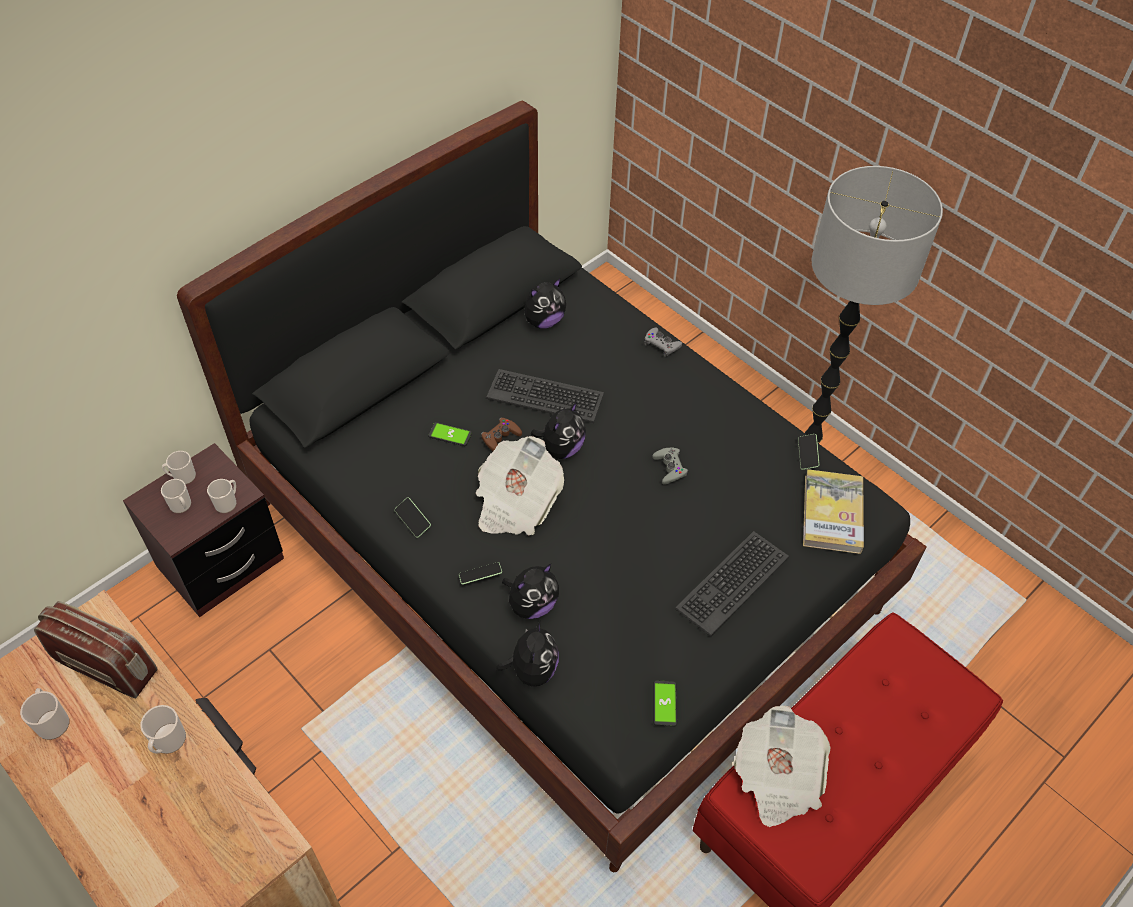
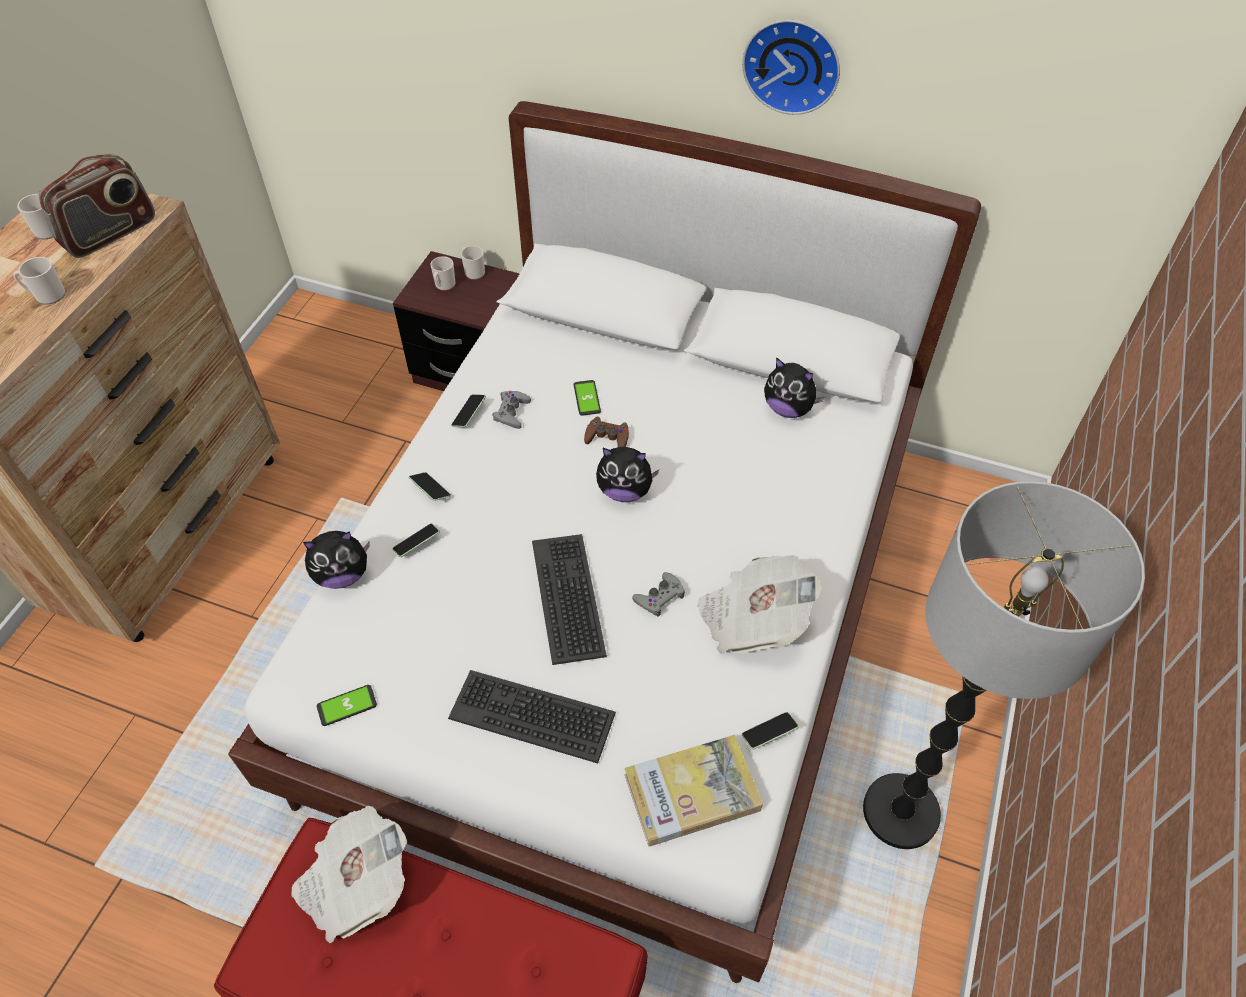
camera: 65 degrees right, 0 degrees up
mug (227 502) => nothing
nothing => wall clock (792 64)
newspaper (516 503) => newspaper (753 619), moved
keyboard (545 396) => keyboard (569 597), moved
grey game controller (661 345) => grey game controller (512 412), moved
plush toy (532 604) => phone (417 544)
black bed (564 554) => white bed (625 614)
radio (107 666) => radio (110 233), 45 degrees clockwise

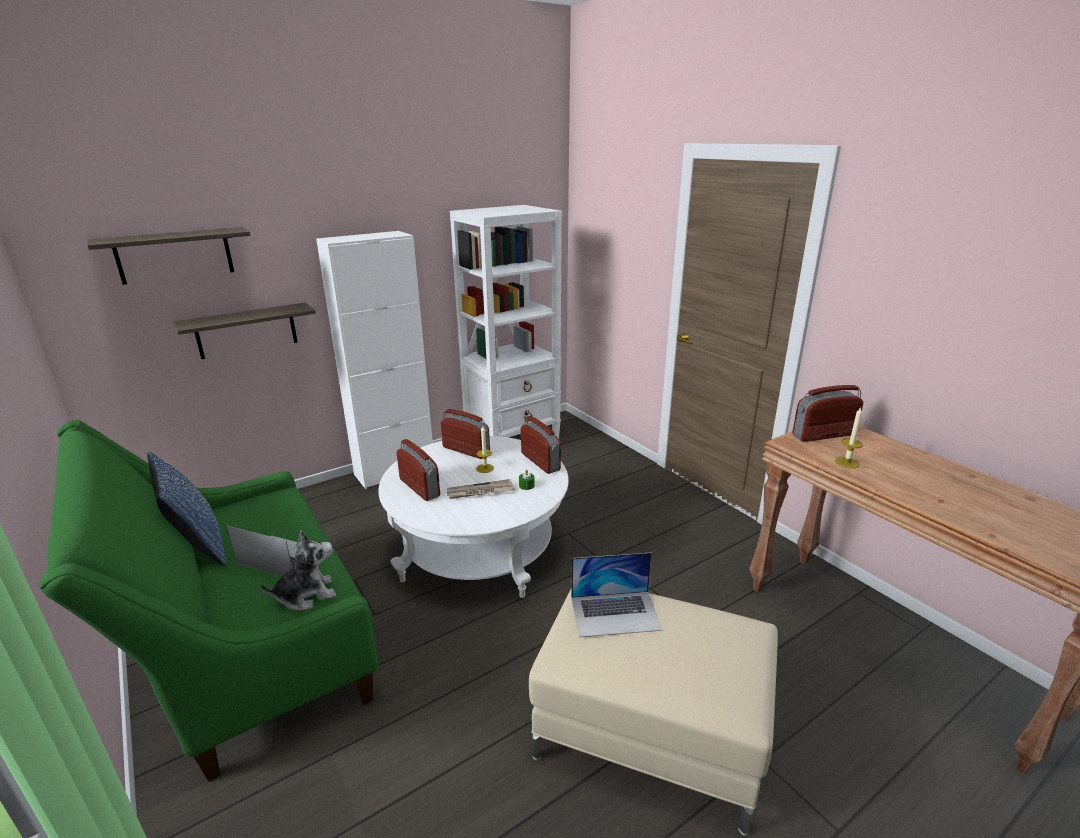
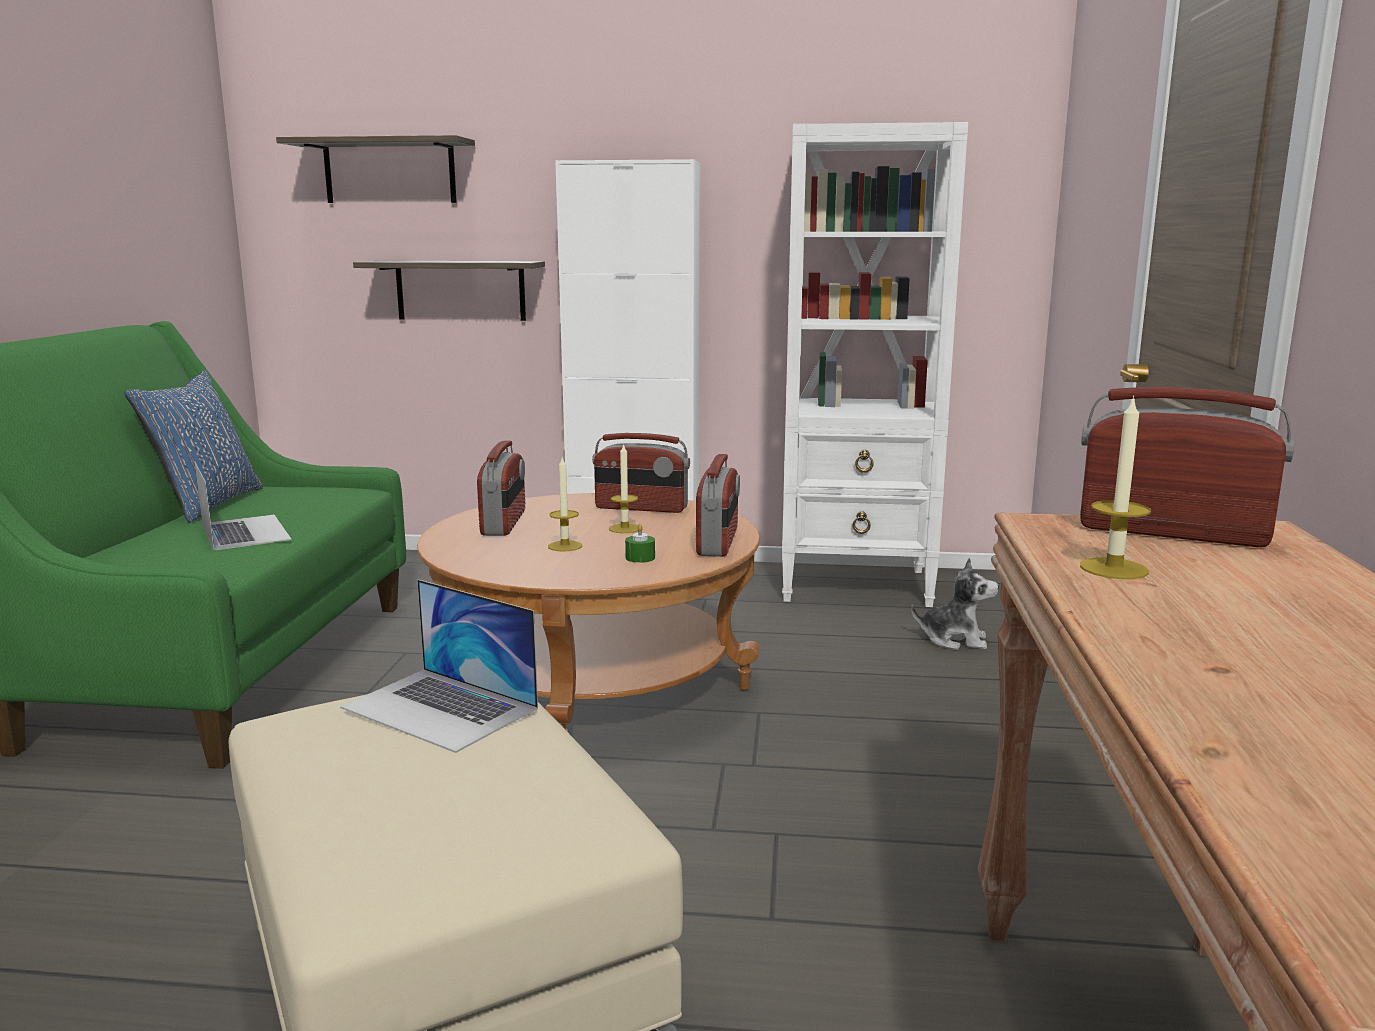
camera: 40 degrees right, 10 degrees down
plush toy (306 595) => plush toy (954 640), moved
newspaper (480 492) => candle (565 546)
white coffee table (478 550) => brown coffee table (594 682)
radio (466 450) => radio (641 508), 120 degrees clockwise

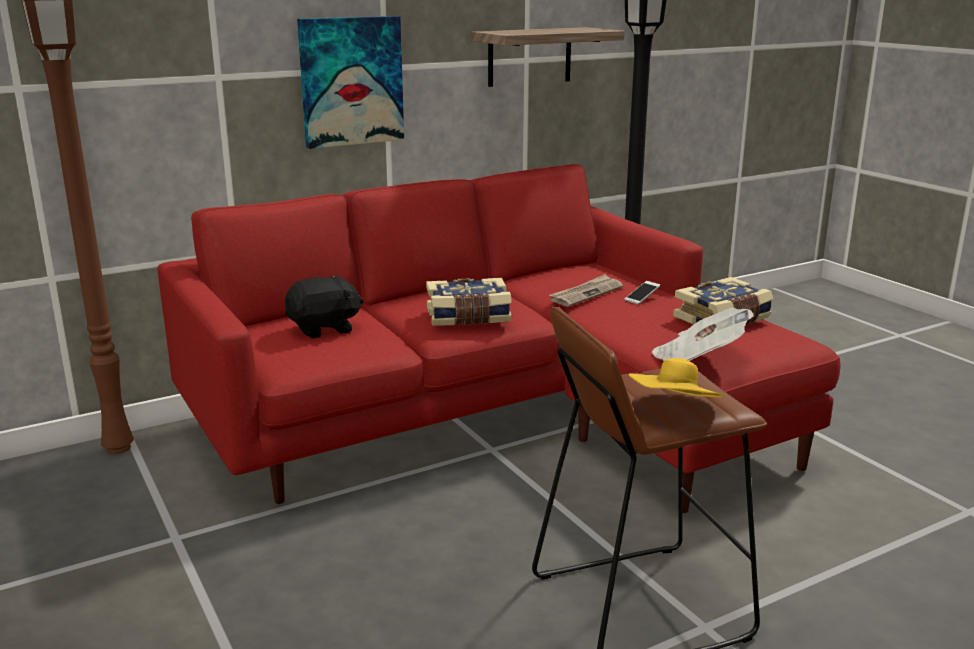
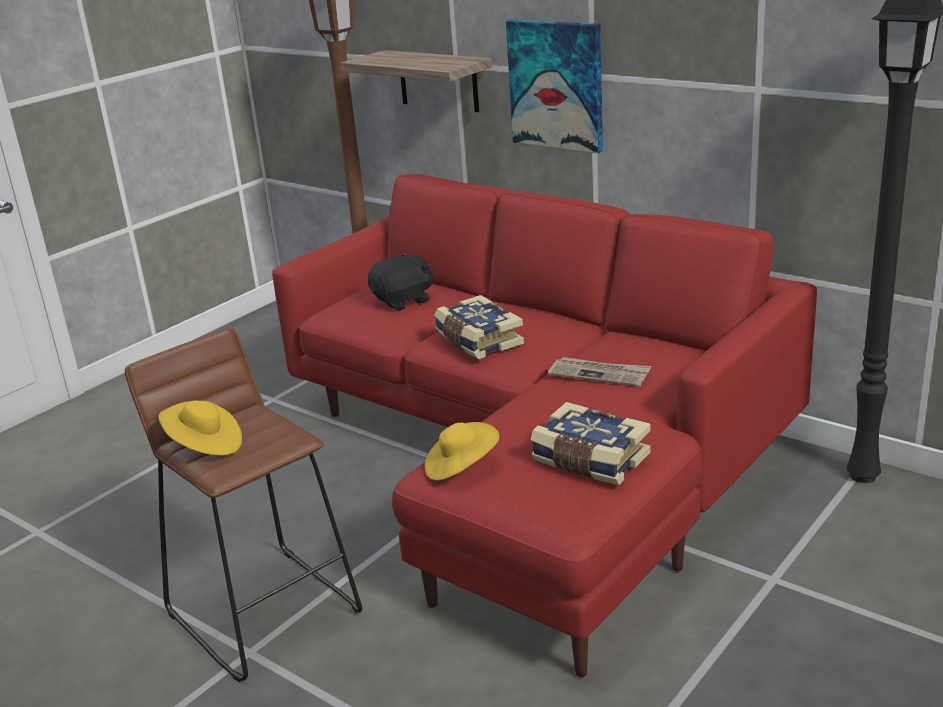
camera: 70 degrees right, 5 degrees up
phone (642 298) => nothing
shelf (529 56) => shelf (438 81), moved
newspaper (698 359) => yellow hat (461 467)
black plush toy (324 329) => black plush toy (403 301), 75 degrees counterclockwise

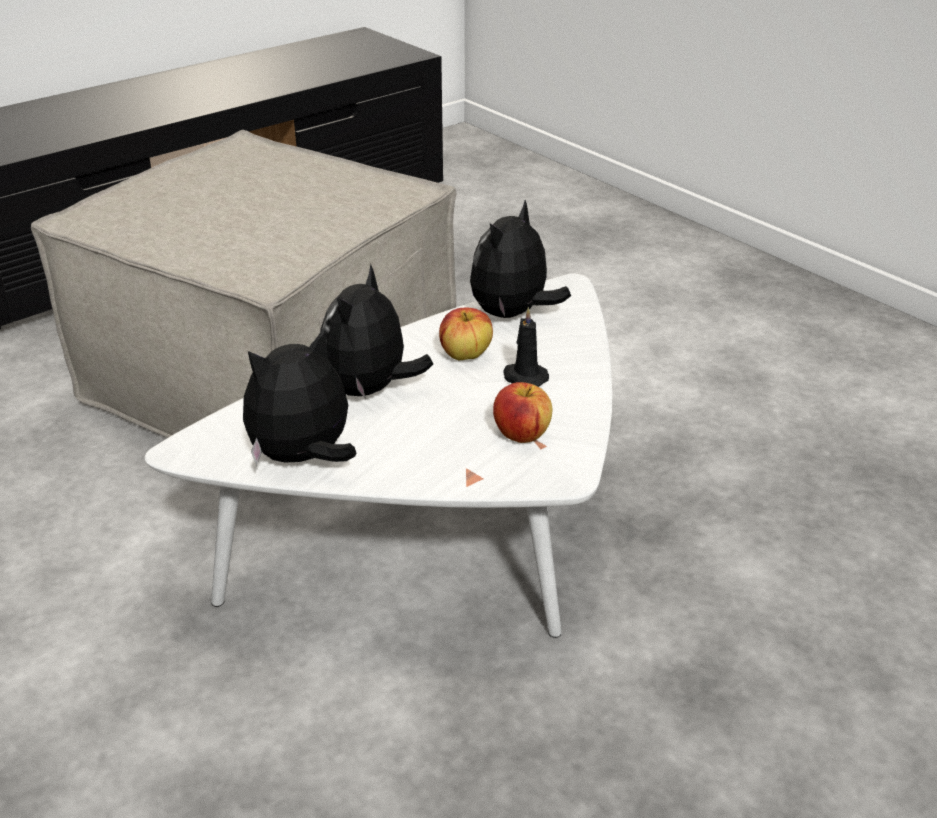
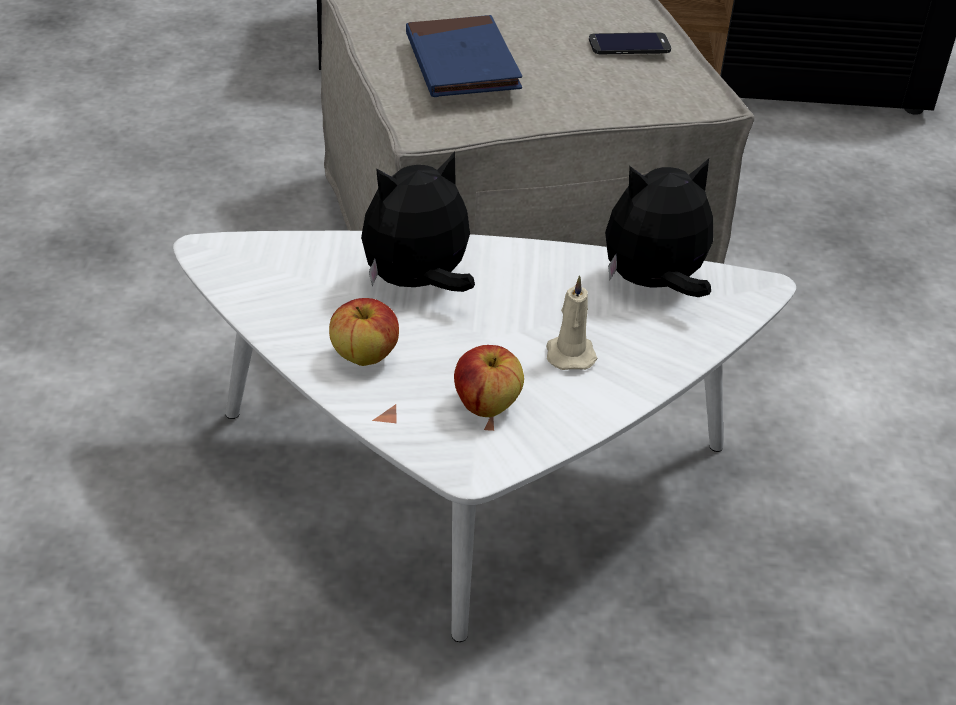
camera: 40 degrees right, 5 degrees up
plush toy (303 458) => nothing
nothing => blue book (462 64)
nothing => phone (629 45)
apple (465 355) => apple (364 356), moved
black candle (524 377) => beige candle (569 353)

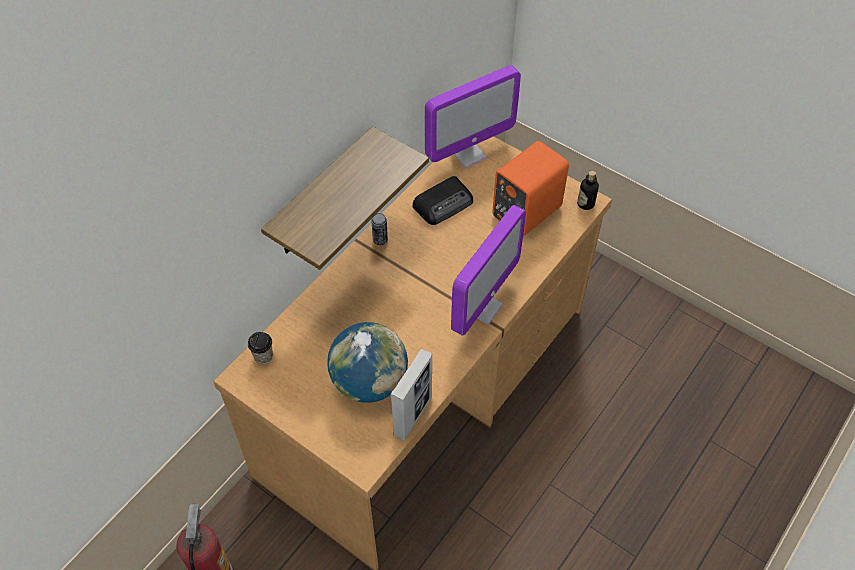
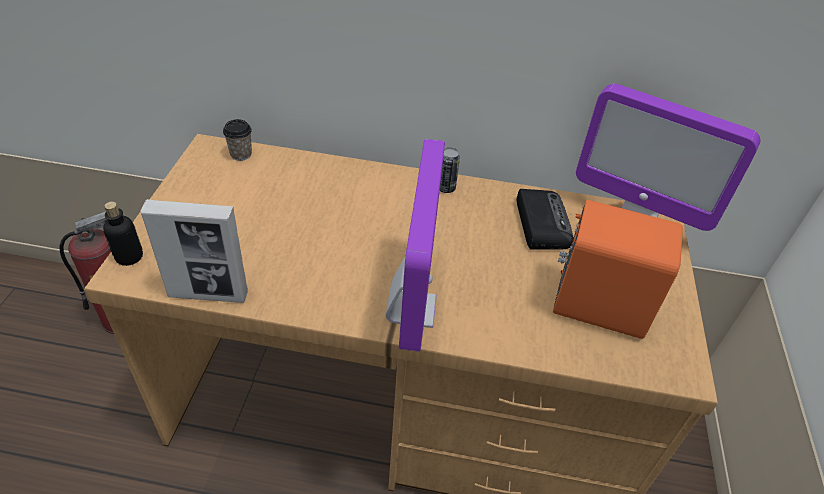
camera: 60 degrees right, 10 degrees down
shelf (321 195) => nothing
globe (369 382) => nothing
bottle (585 204) => bottle (129 257), moved
radio (444 203) => radio (541 223), 120 degrees counterclockwise
monitor (482 307) => monitor (411 309), 90 degrees counterclockwise

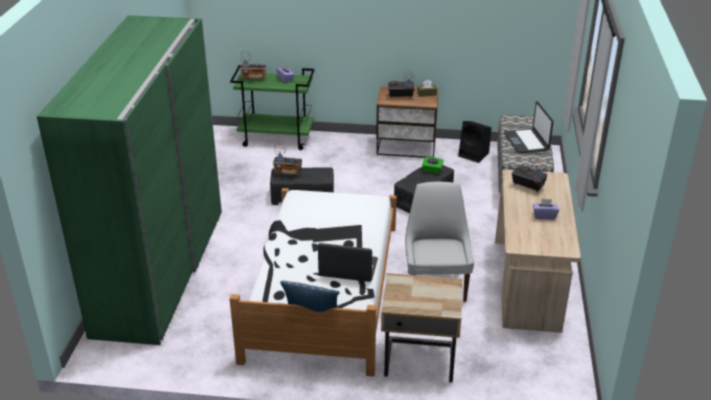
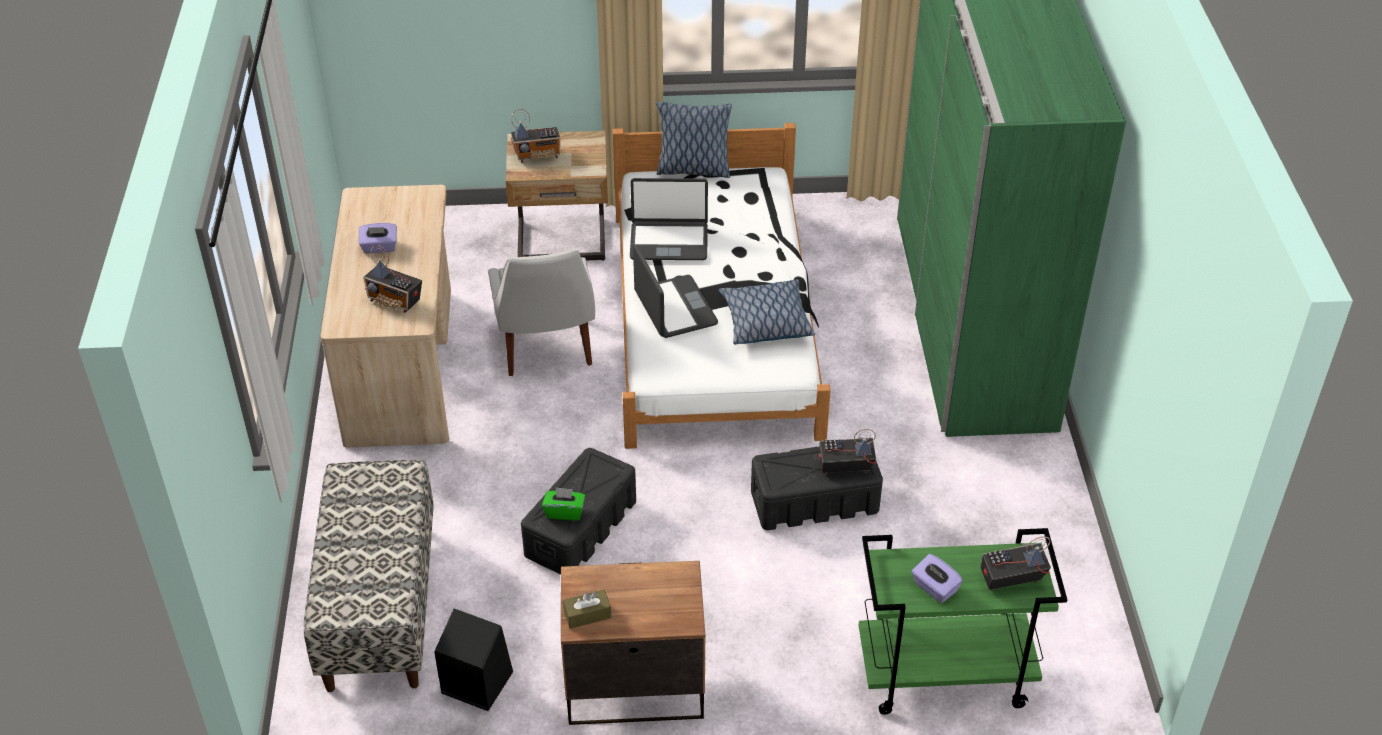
camera: 170 degrees right, 10 degrees up
nothing => pillow (765 322)
radio (400 96) => radio (538 155), moved
laptop (526 141) => laptop (674 308), moved

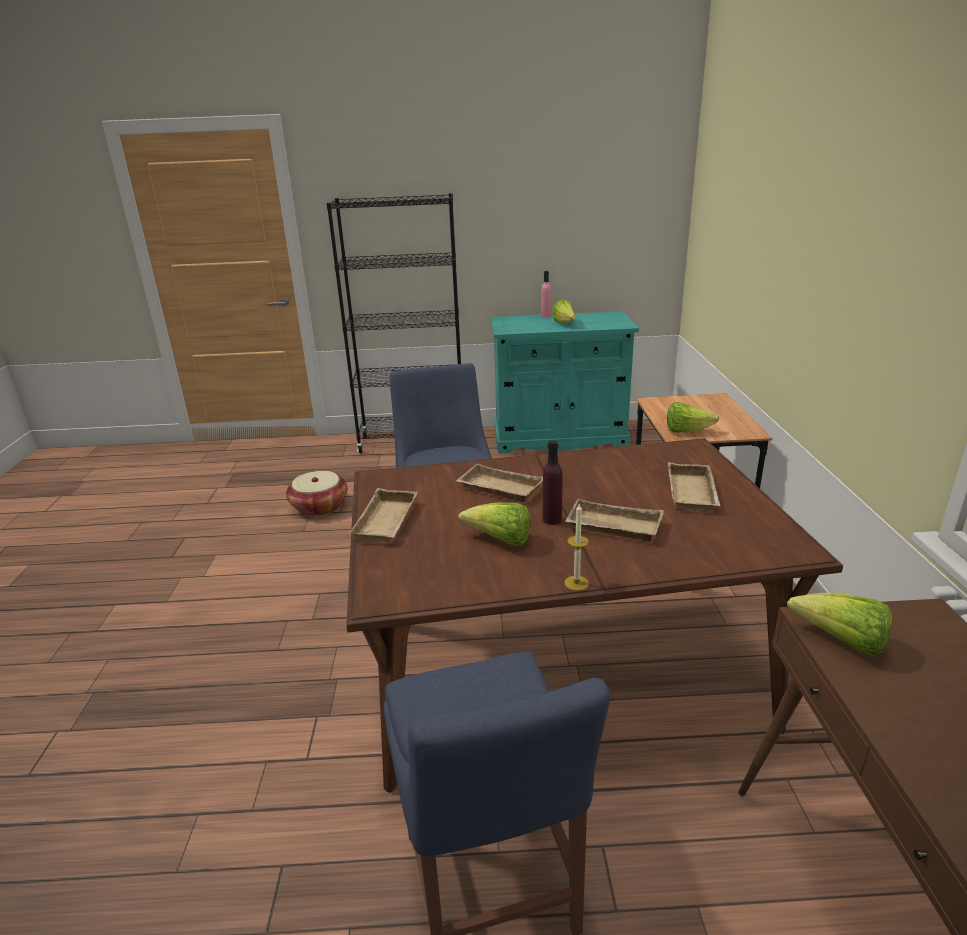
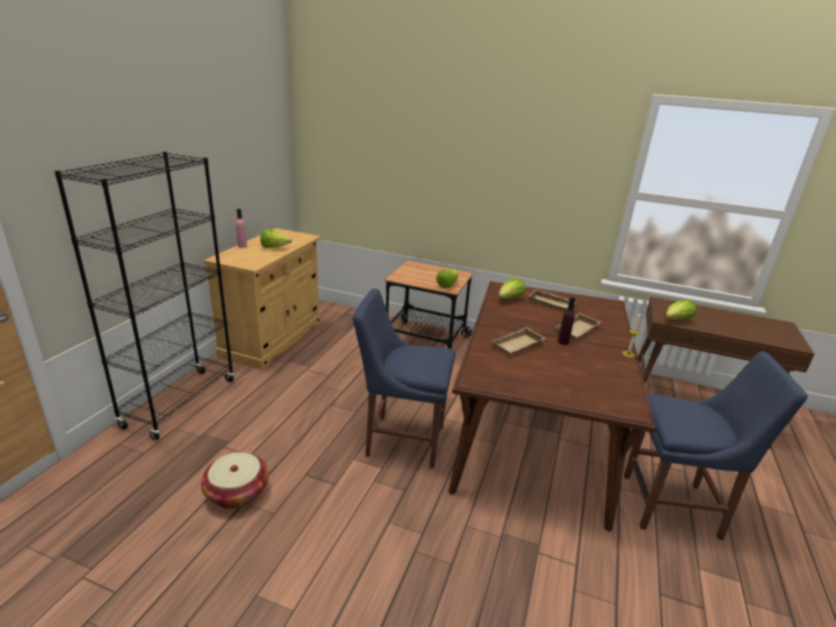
camera: 70 degrees left, 0 degrees up
beige tray (388 522) => nothing
lettuce (500 540) => lettuce (509 299), moved
turquoise cabinet (559 438) => beige cabinet (273 338)

